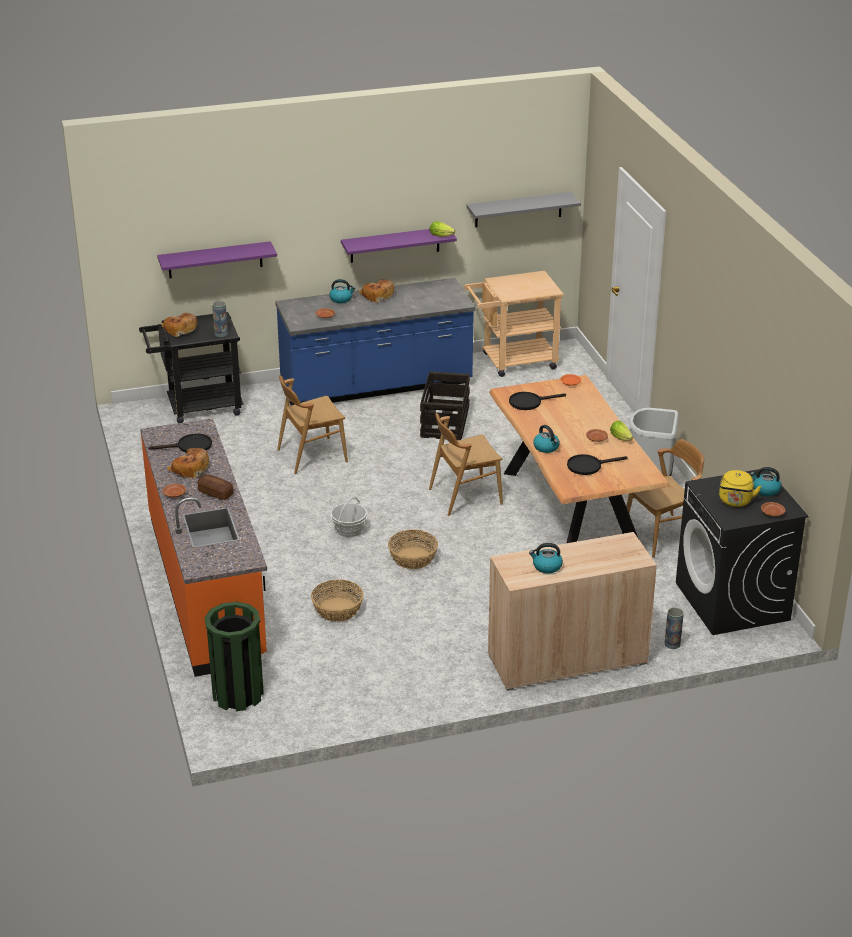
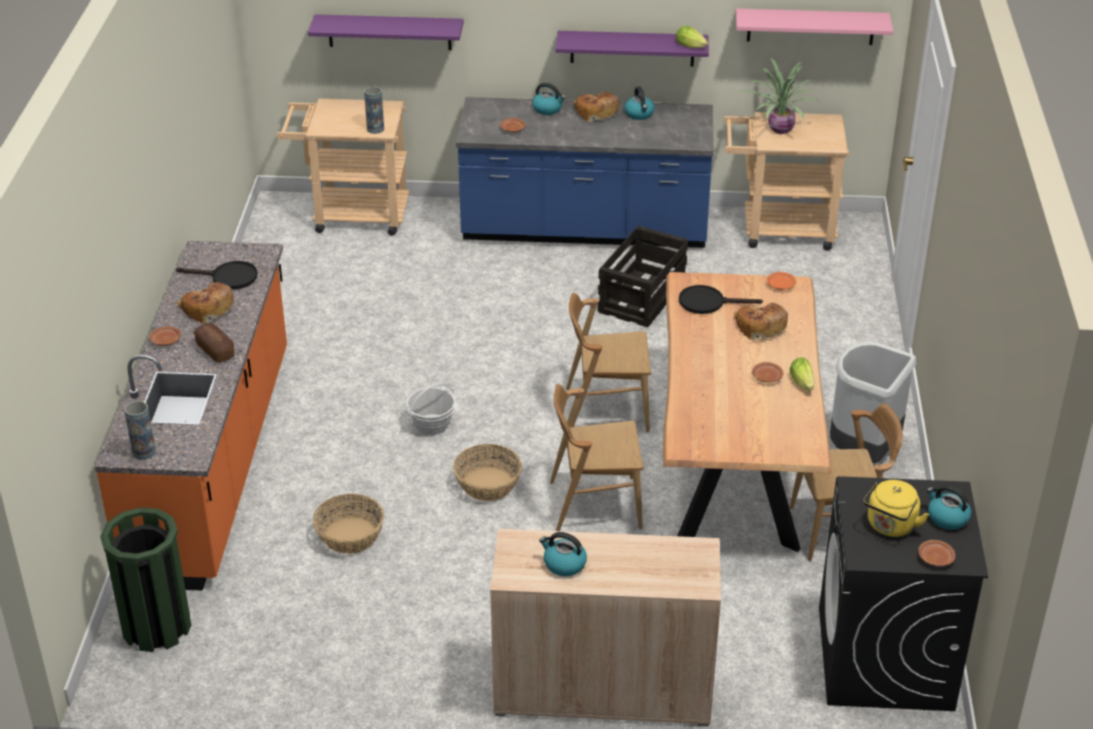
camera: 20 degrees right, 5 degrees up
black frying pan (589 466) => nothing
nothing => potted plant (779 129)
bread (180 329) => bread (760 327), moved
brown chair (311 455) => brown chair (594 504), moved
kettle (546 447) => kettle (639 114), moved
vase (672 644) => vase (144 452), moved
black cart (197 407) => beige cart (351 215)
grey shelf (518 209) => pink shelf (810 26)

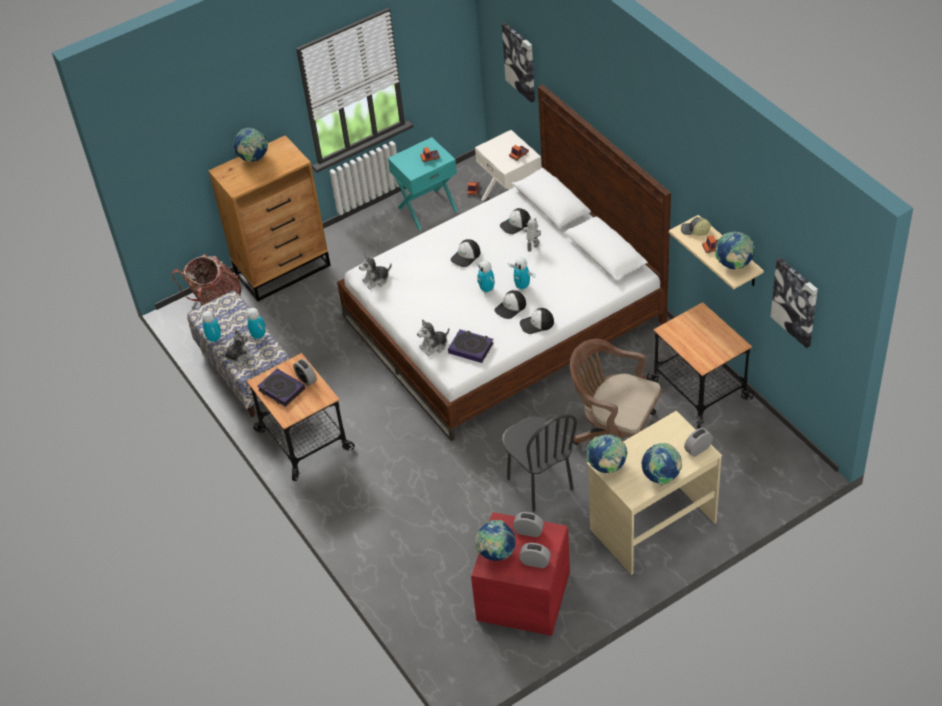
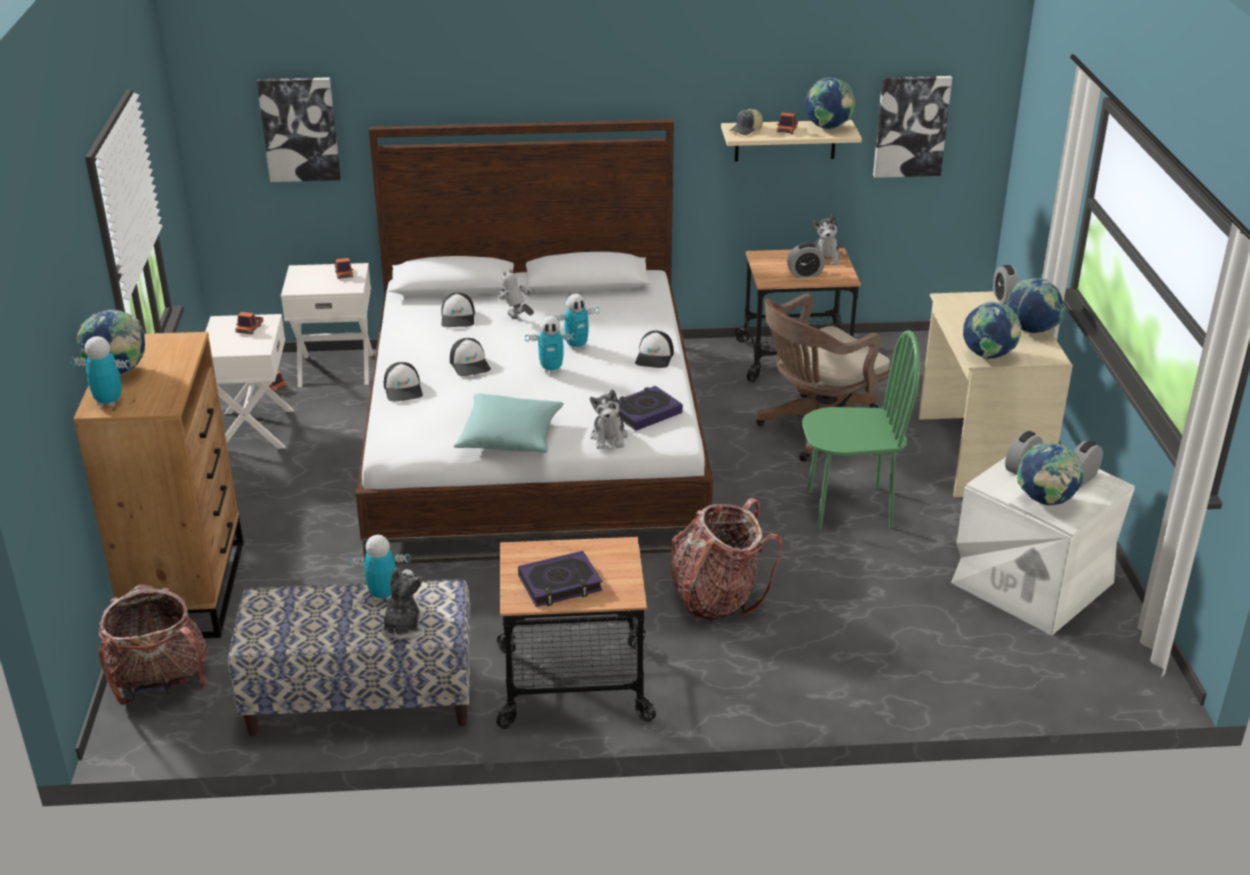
camera: 65 degrees left, 15 degrees down
nothing => turquoise pillow (510 437)
nothing => backpack (717 598)
toy robot (214 339) => toy robot (108 402), moved
alarm clock (306 379) => alarm clock (805 274), moved
plush toy (376 280) => plush toy (825 257), moved
cap (510 307) => cap (403 389), moved
turquoise nightstand (427 209) => white nightstand (253 429)
red storage box (523 594) => white storage box (1029 582)
black chair (539 484) => green chair (849 508)

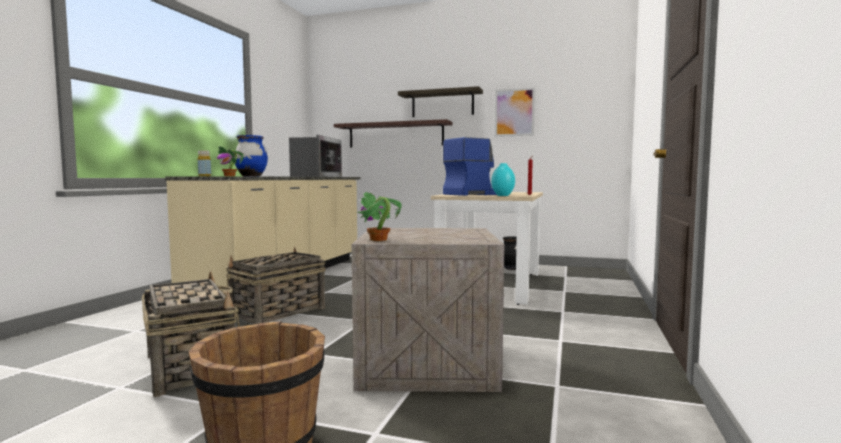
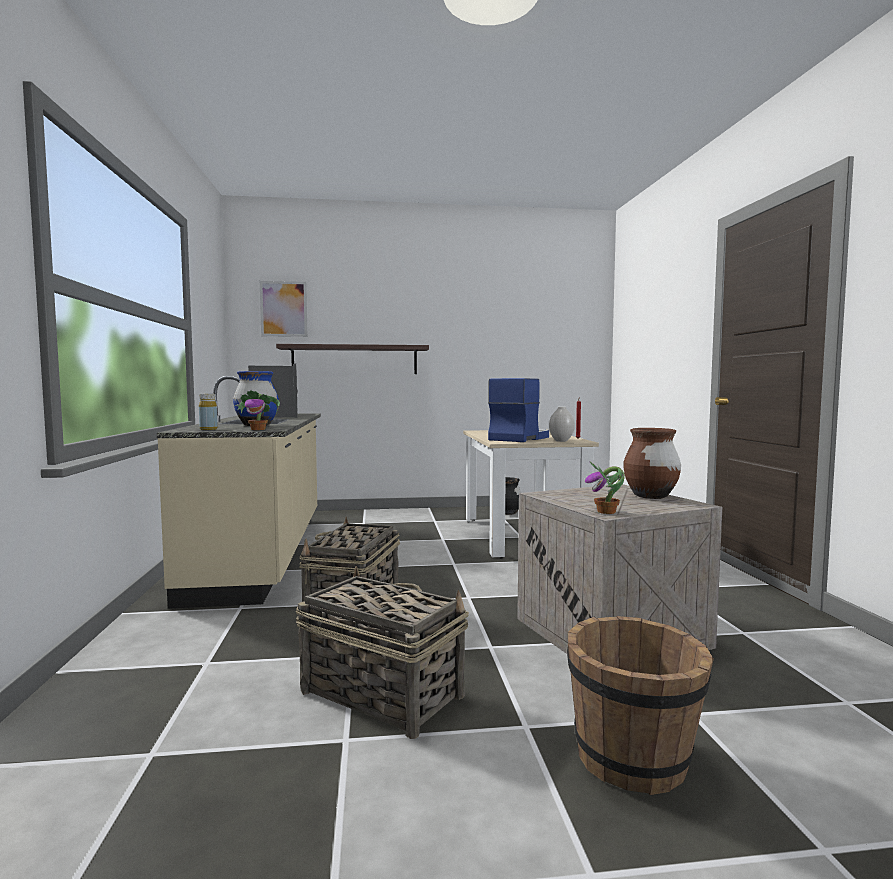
camera: 25 degrees left, 0 degrees up
shelf (442 104) => nothing
nothing => brown vase (650 496)
picture (514 112) => picture (283 309), moved
turquoise vase (503 195) => white vase (561 441)

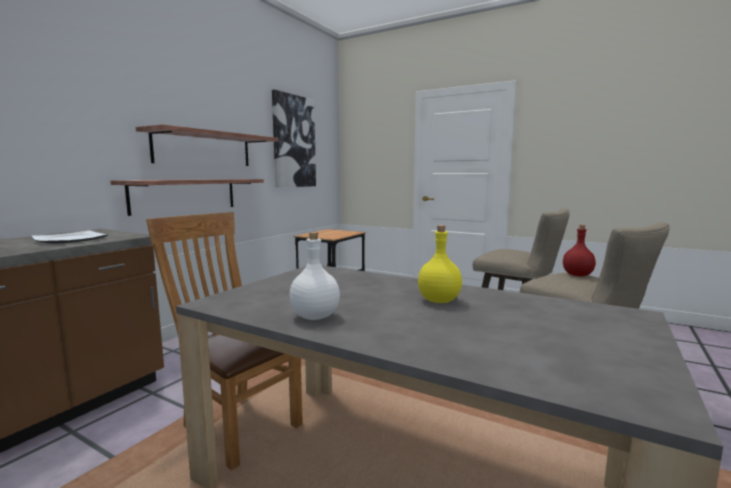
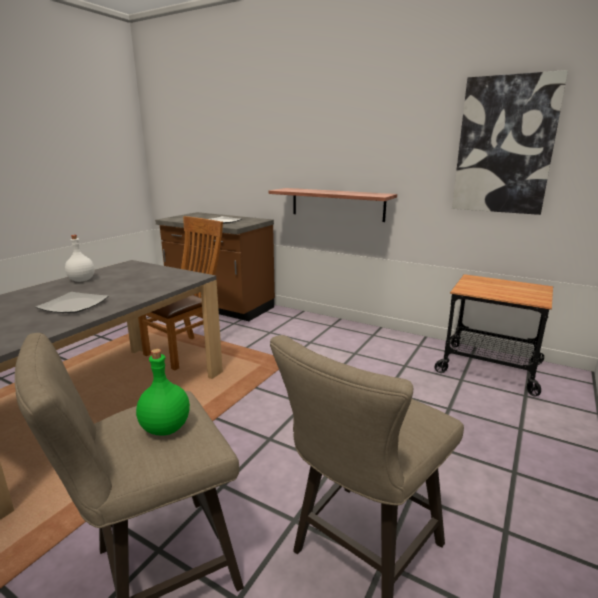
camera: 90 degrees right, 10 degrees up
shelf (204 149) => nothing
yellow bottle (438 300) => plate (74 305)
red bottle (577 275) => green bottle (165 428)

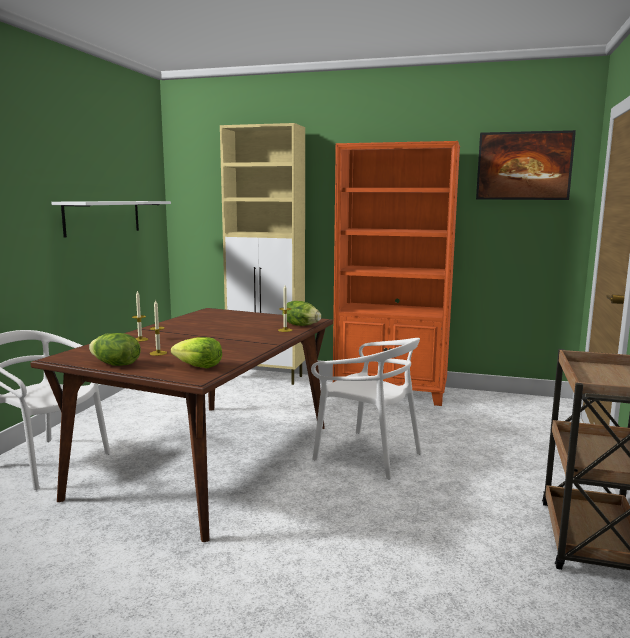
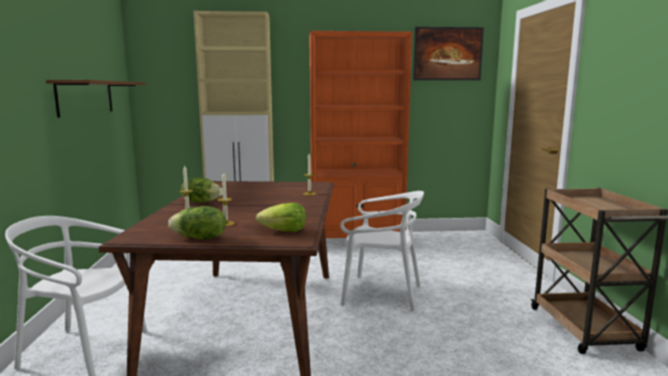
camera: 20 degrees left, 0 degrees up
lettuce (301 325) => lettuce (201 202), moved
white shelf (103 217) => brown shelf (86 97)

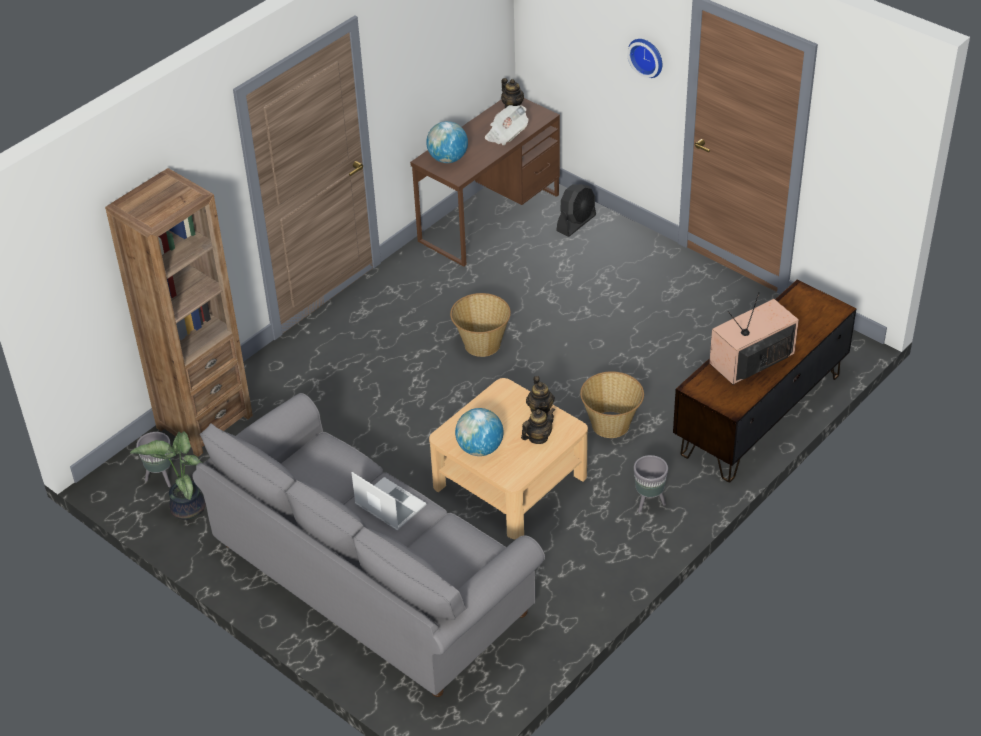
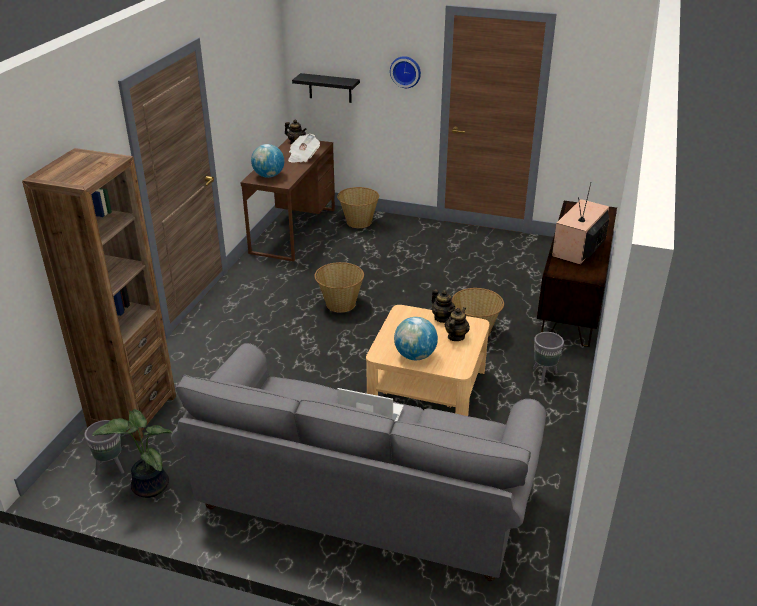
camera: 25 degrees left, 10 degrees down
nothing => black shelf (330 88)
black fan (576 223) => basket (358 222)

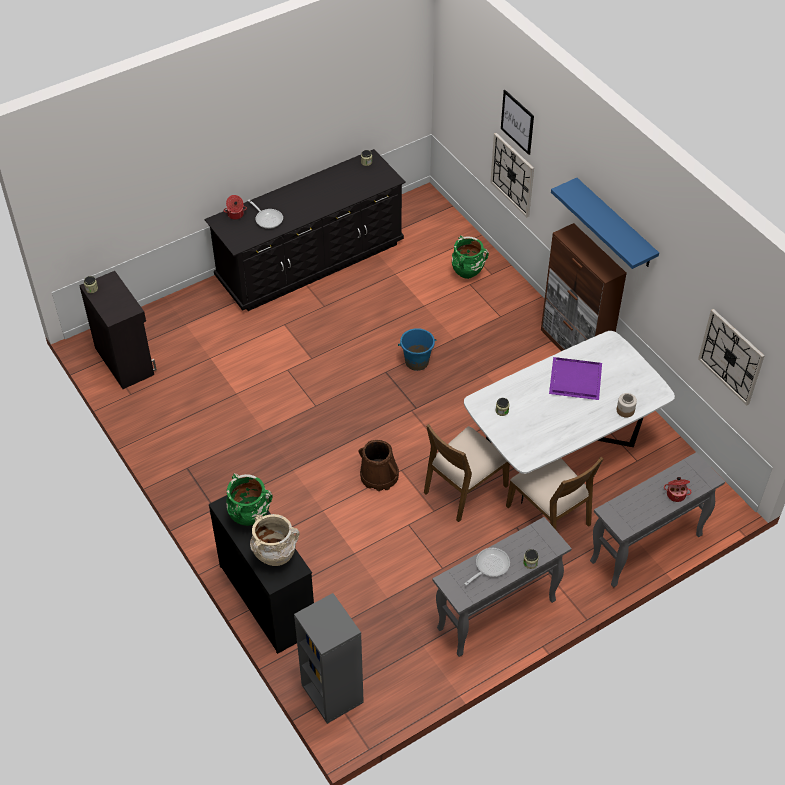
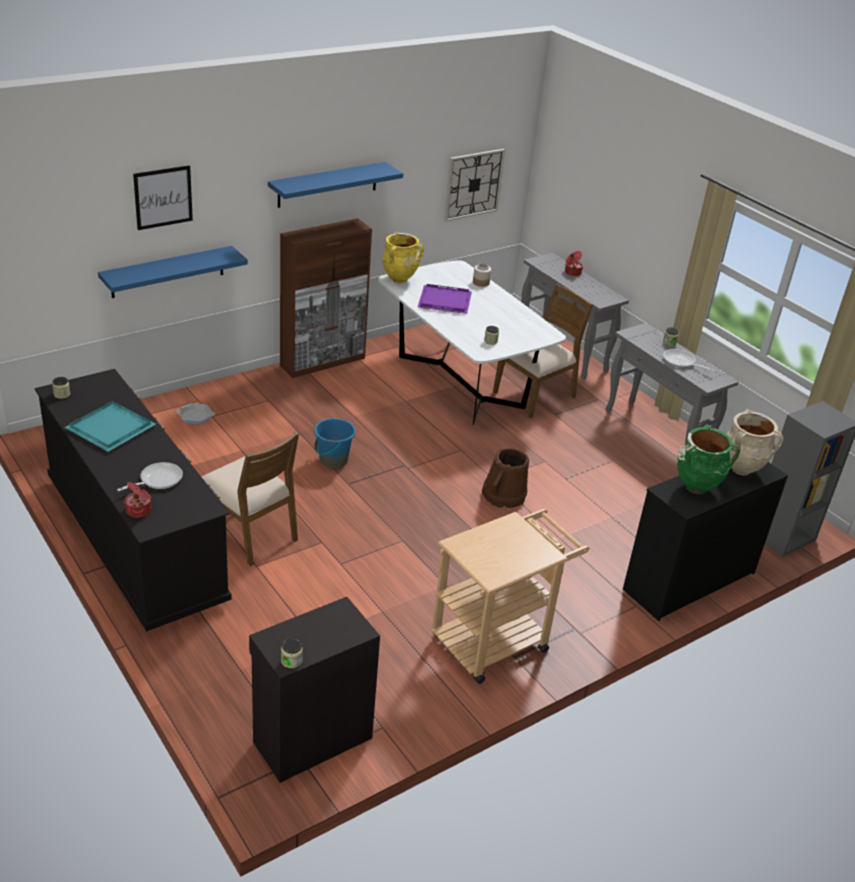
camera: 95 degrees left, 15 degrees down
nothing => turquoise tray (110 429)
nothing => yellow vase (400 280)
nothing => beige cart (498 638)
brown chair (464 488) => brown chair (249 532), moved
green vase (467 275) => frying pan (195 416)
wall clock (512 174) => blue shelf (167 272)

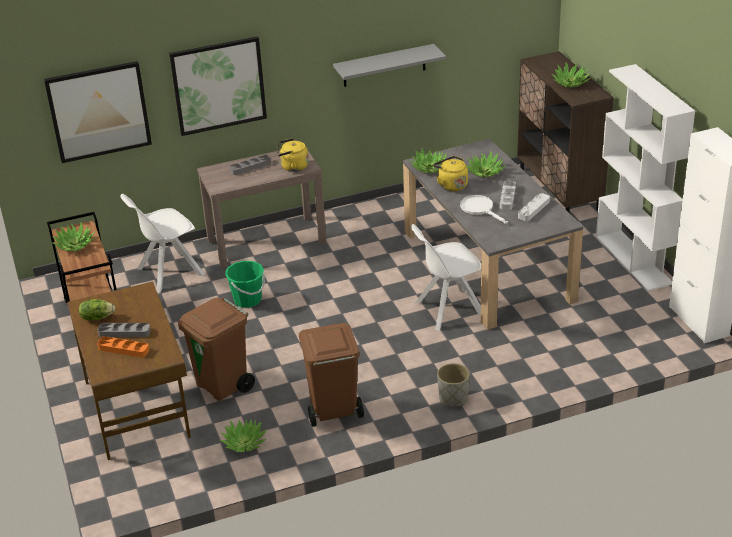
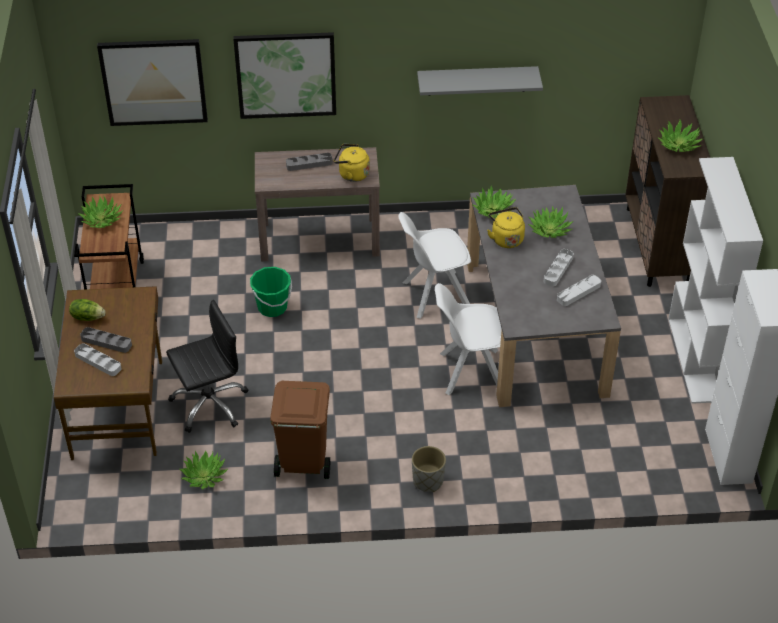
camera: 15 degrees right, 10 degrees up
white frying pan (480 209) => nothing
white chair (168 272) => white chair (434 295), moved
brown trash can (223 385) => black office chair (209 404)
orange tray (123 349) => grey tray (98 362)

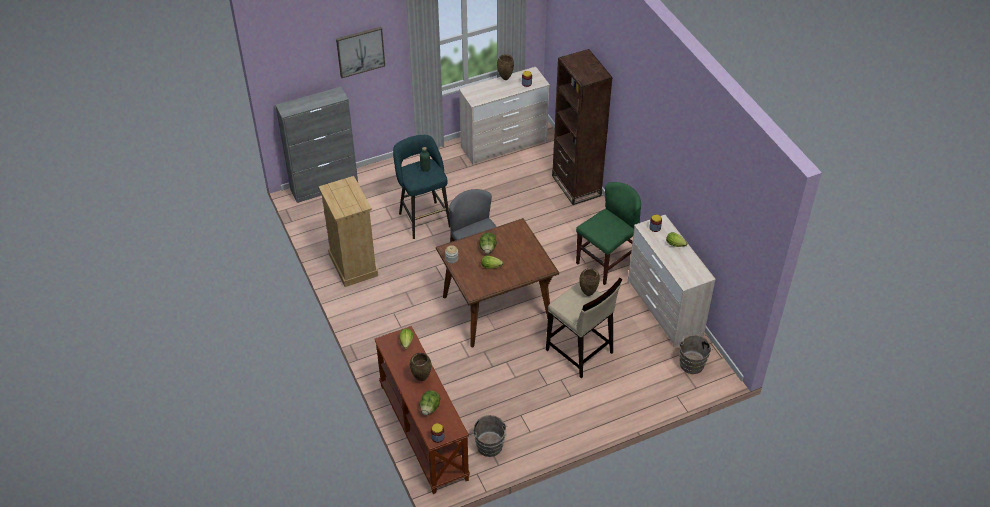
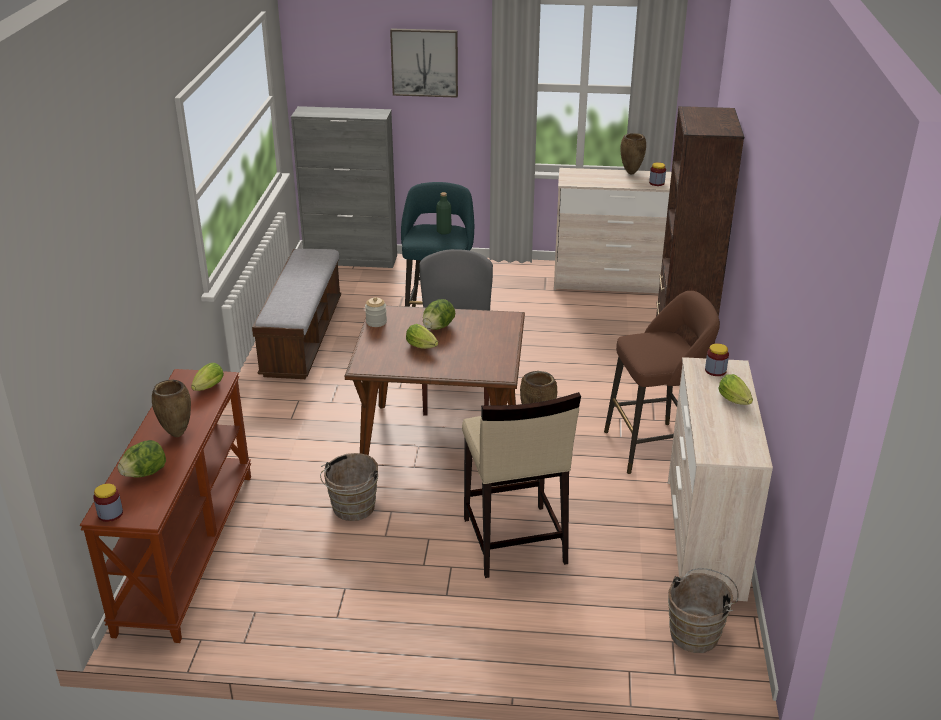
camera: 30 degrees right, 15 degrees down
brown bucket (490 448) => brown bucket (352 509), moved
beige dresser (353 265) => bench (303 337)
green chair (606 262) => brown stool (654 447)

